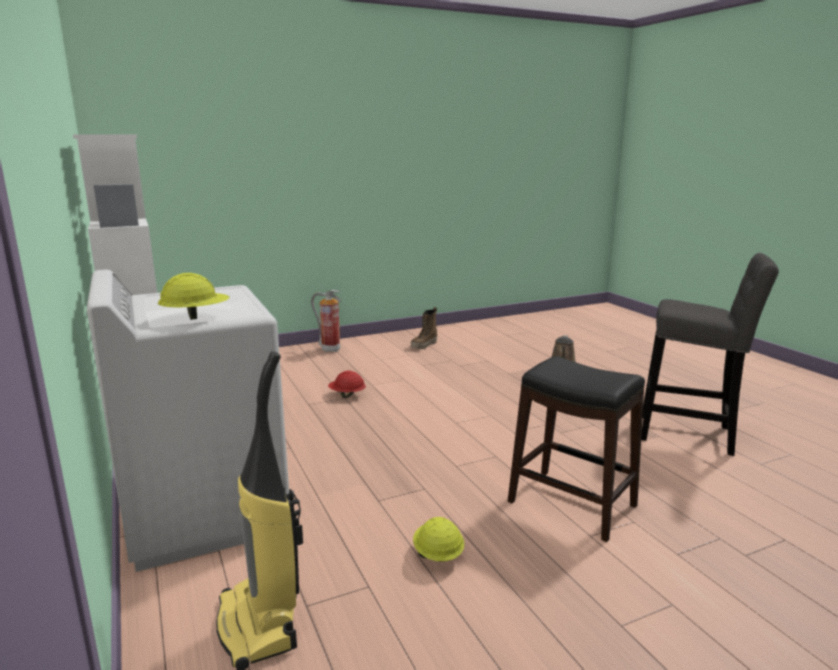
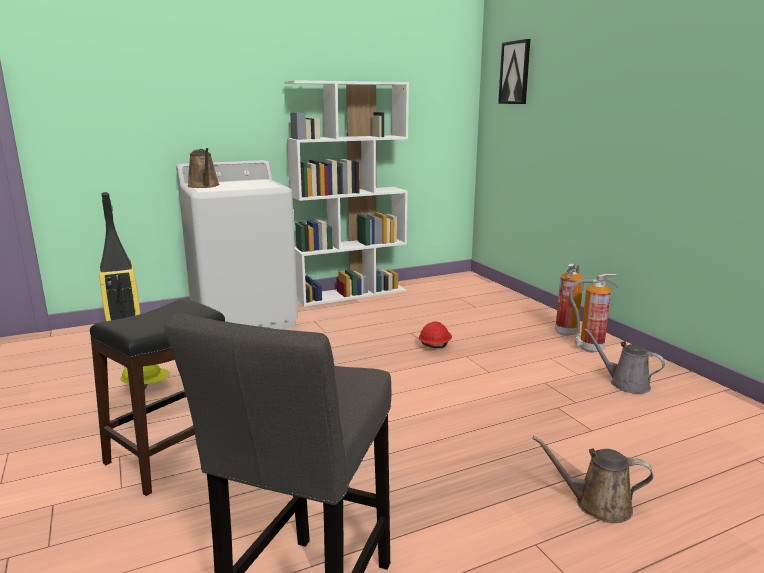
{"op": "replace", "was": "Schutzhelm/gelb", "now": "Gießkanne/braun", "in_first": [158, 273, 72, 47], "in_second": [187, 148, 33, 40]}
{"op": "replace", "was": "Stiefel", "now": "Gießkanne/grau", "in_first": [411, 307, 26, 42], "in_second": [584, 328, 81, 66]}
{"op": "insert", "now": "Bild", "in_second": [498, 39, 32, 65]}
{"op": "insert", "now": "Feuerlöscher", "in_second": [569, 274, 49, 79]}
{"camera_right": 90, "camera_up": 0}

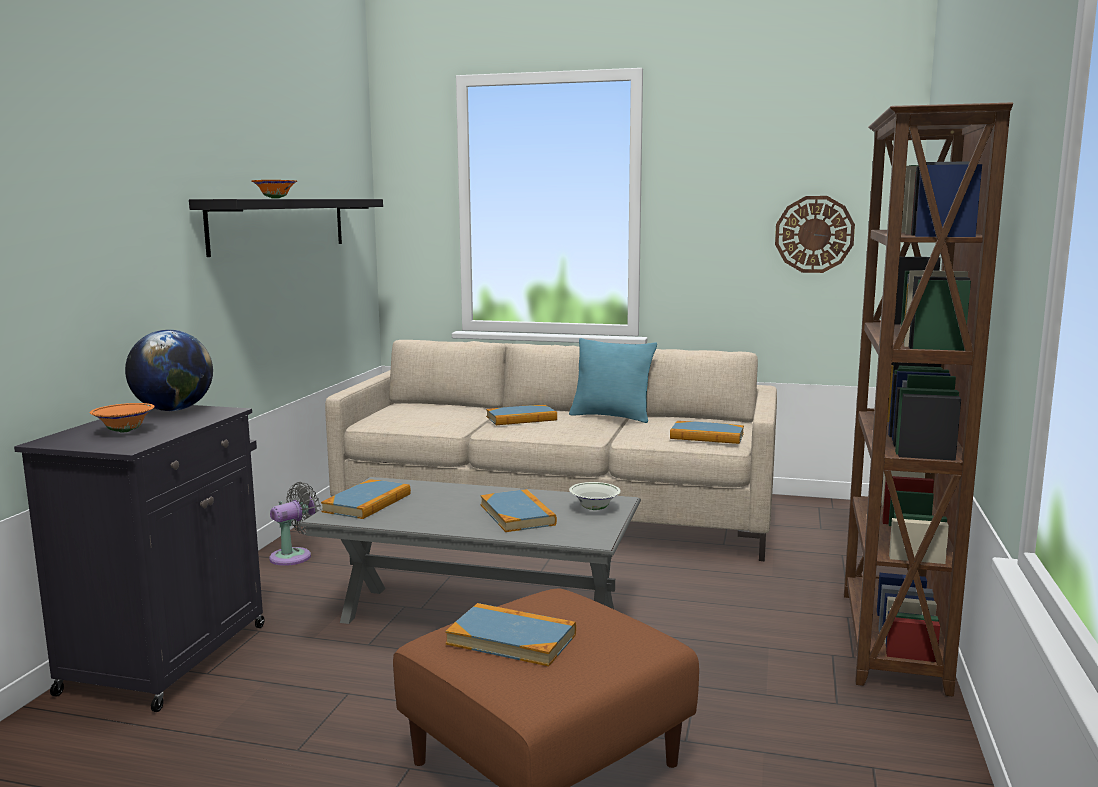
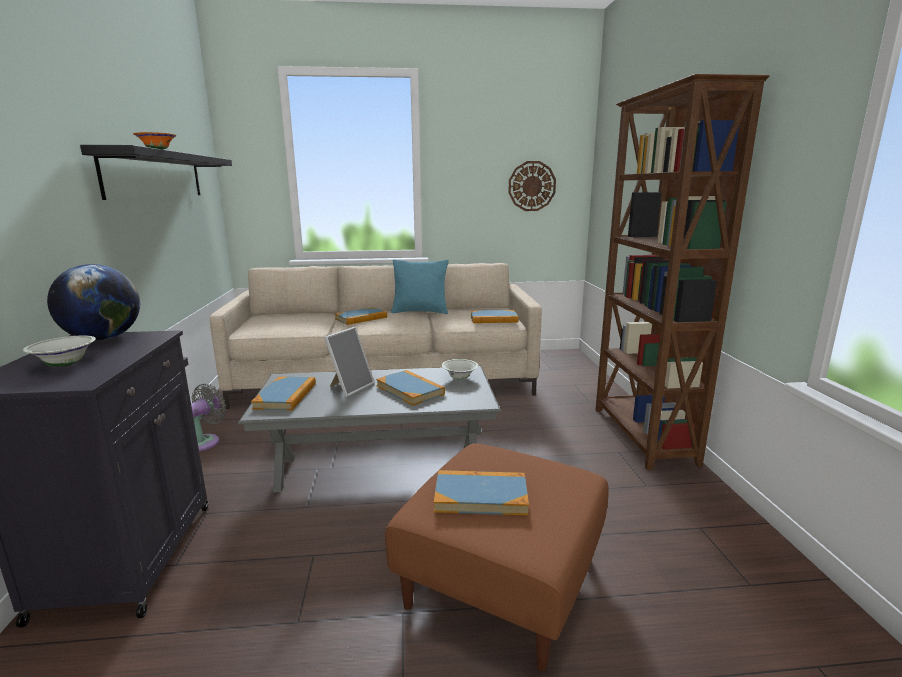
{"op": "recolor", "was": "Schüssel/orange", "now": "Schüssel/weiß", "in_first": [90, 403, 65, 29], "in_second": [23, 335, 73, 32]}
{"op": "insert", "now": "Bilderrahmen", "in_second": [324, 327, 51, 70]}
{"camera_right": -20, "camera_up": 5}

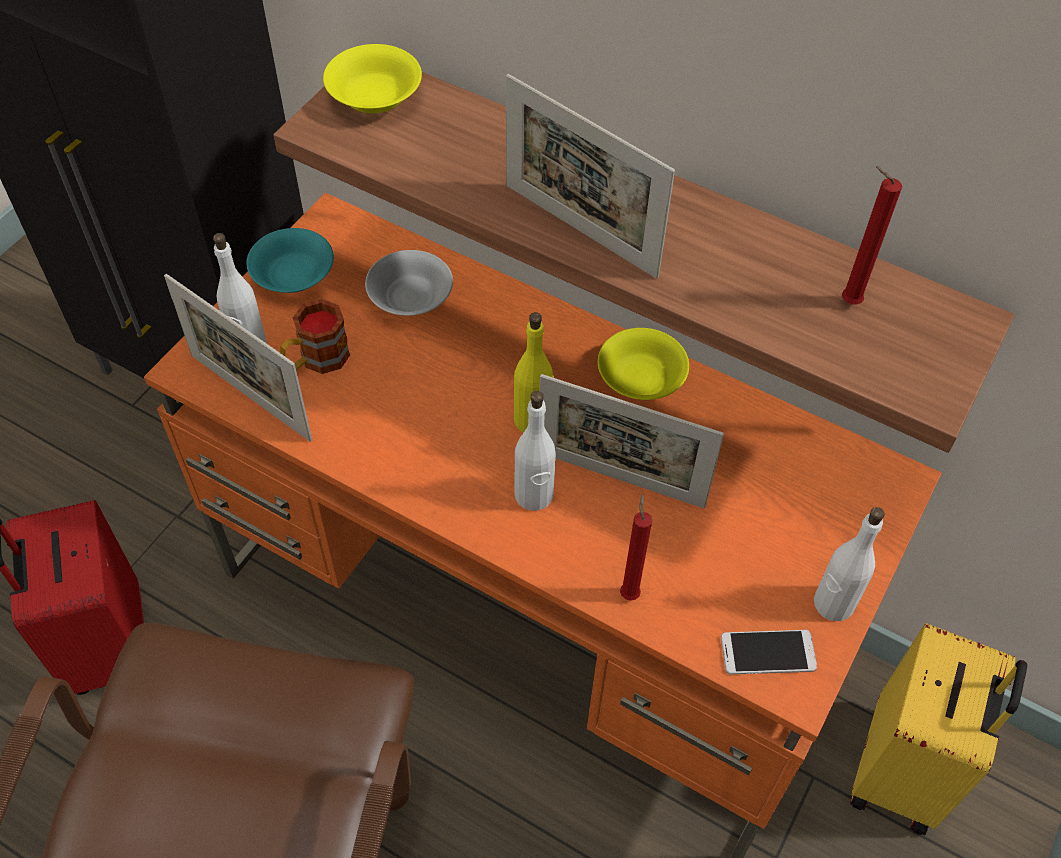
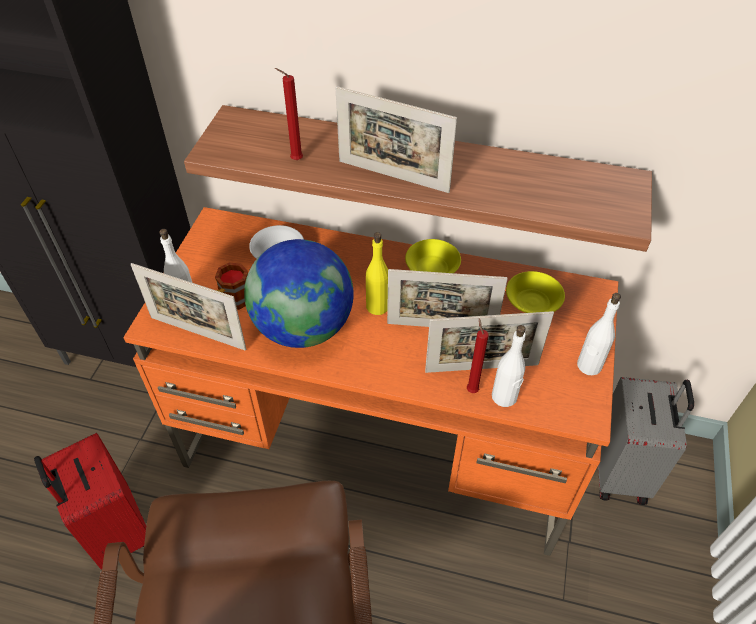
{"op": "delete", "was": "Schüssel/türkis", "in_first": [246, 228, 88, 65]}
{"op": "move", "was": "Schüssel/gelb", "in_first": [323, 44, 99, 69], "in_second": [506, 271, 59, 42]}
{"op": "move", "was": "Flasche/weiß", "in_first": [514, 391, 42, 120], "in_second": [492, 325, 34, 82]}
{"op": "delete", "was": "Handy", "in_first": [721, 630, 96, 45]}
{"op": "move", "was": "Kerze/rot", "in_first": [842, 166, 60, 139], "in_second": [275, 68, 28, 92]}
{"op": "recolor", "was": "Koffer/gelb", "now": "Koffer/grau", "in_first": [850, 623, 177, 212], "in_second": [598, 377, 96, 128]}
{"op": "insert", "now": "Globus", "in_second": [244, 239, 110, 109]}
{"op": "insert", "now": "Bilderrahmen", "in_second": [425, 311, 129, 62]}
{"camera_right": -15, "camera_up": -5}

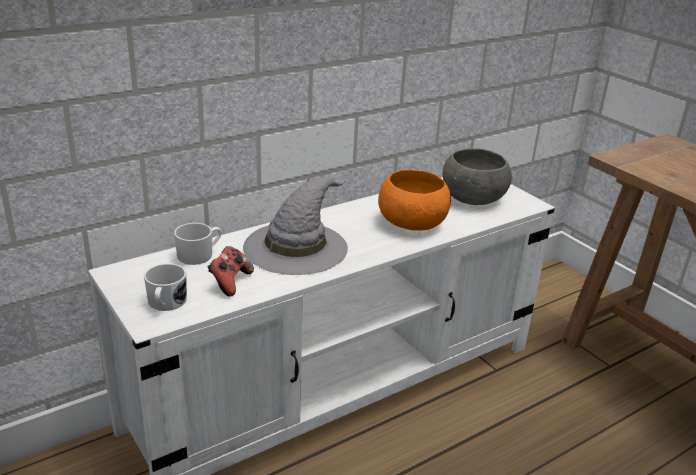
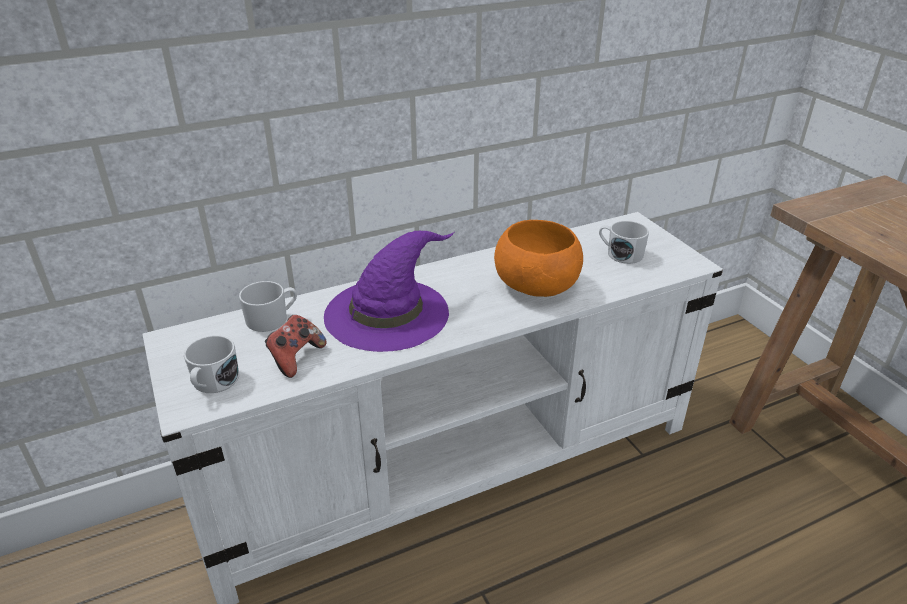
{"op": "recolor", "was": "Hut/grau", "now": "Hut/lila", "in_first": [243, 177, 105, 98], "in_second": [324, 230, 130, 122]}
{"op": "replace", "was": "Schüssel/grau", "now": "Henkelbecher/weiß", "in_first": [443, 148, 69, 57], "in_second": [599, 221, 50, 43]}
{"camera_right": 10, "camera_up": 5}

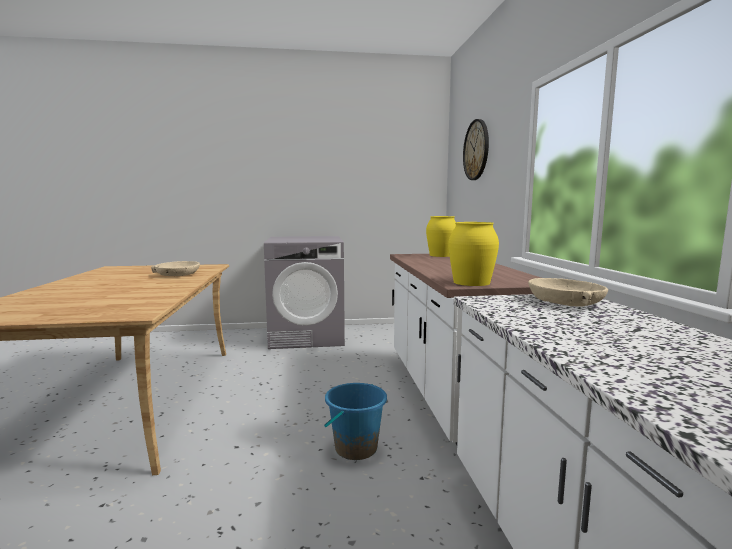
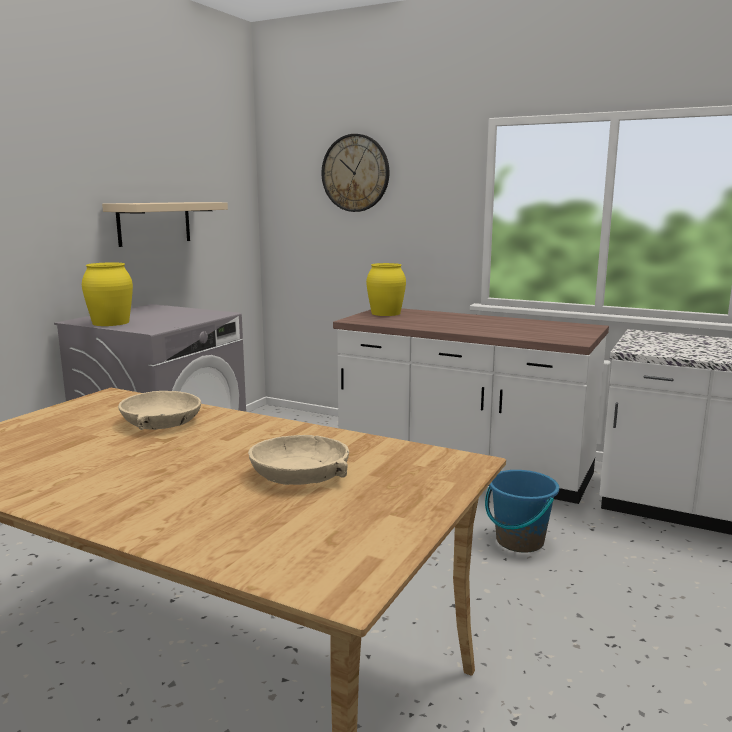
{"op": "move", "was": "Vase/gelb", "in_first": [448, 222, 51, 64], "in_second": [82, 262, 51, 64]}
{"op": "move", "was": "Schüssel/beige", "in_first": [528, 278, 80, 29], "in_second": [248, 435, 101, 50]}
{"op": "insert", "now": "Wandregal/beige", "in_second": [102, 202, 126, 45]}
{"camera_right": -55, "camera_up": 5}

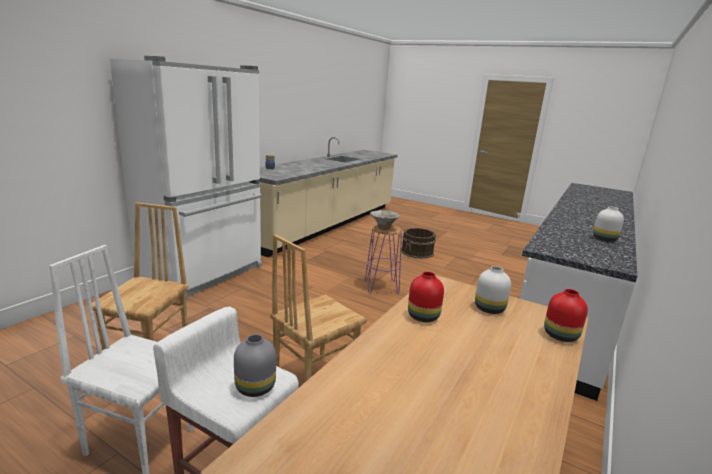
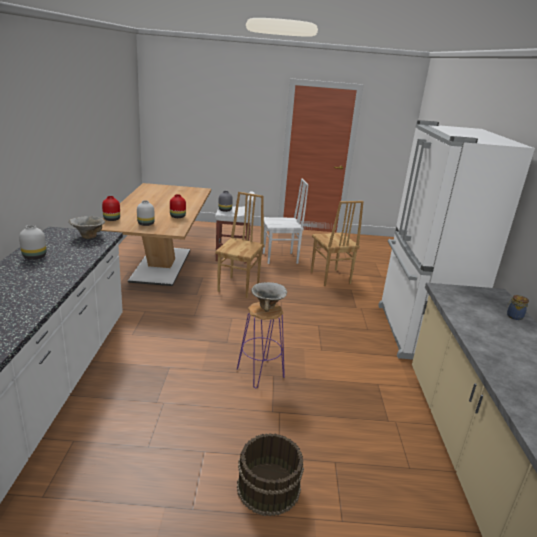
{"op": "insert", "now": "Schüssel", "in_second": [69, 216, 36, 23]}
{"camera_right": 150, "camera_up": 5}

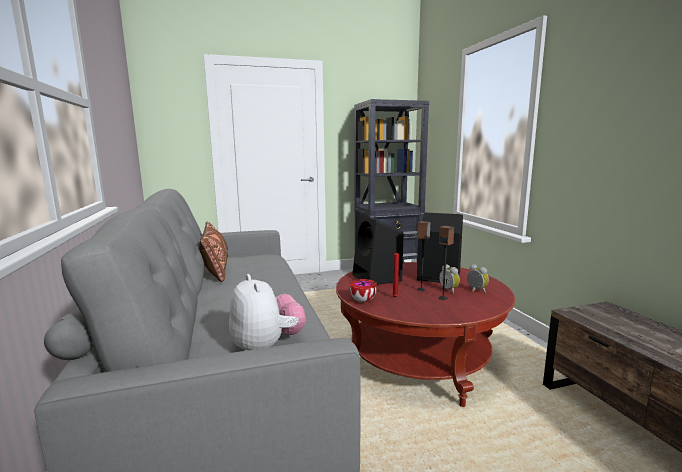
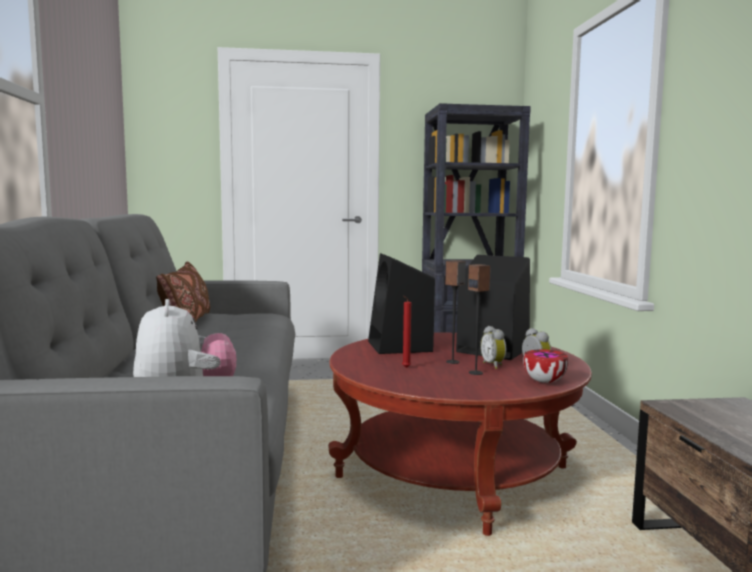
{"op": "move", "was": "Schüssel", "in_first": [349, 279, 28, 23], "in_second": [523, 349, 45, 34]}
{"camera_right": 10, "camera_up": -5}

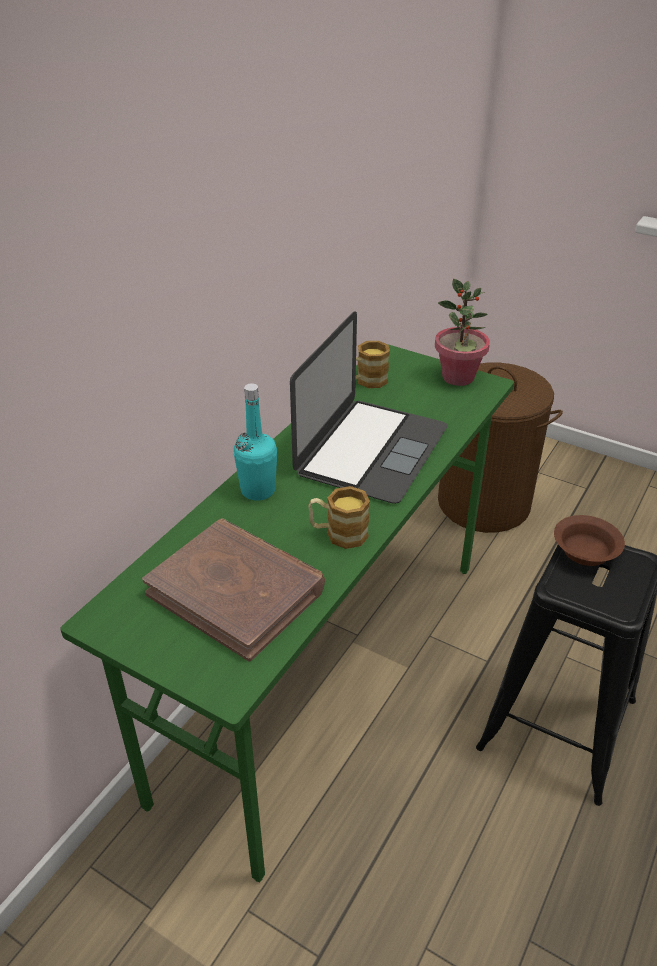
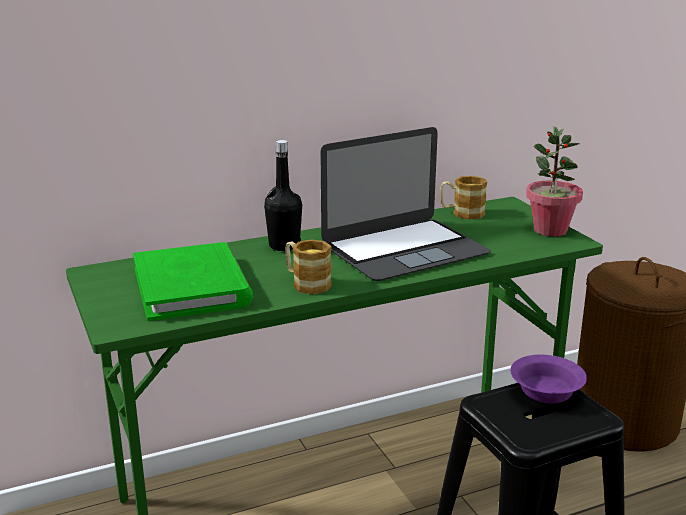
{"op": "recolor", "was": "Buch/braun", "now": "Buch/grün", "in_first": [142, 519, 183, 143], "in_second": [133, 242, 120, 79]}
{"op": "recolor", "was": "Flasche/türkis", "now": "Flasche/schwarz", "in_first": [234, 384, 43, 117], "in_second": [264, 140, 38, 111]}
{"op": "recolor", "was": "Schüssel/braun", "now": "Schüssel/lila", "in_first": [554, 515, 71, 51], "in_second": [510, 355, 77, 48]}
{"camera_right": 35, "camera_up": -15}

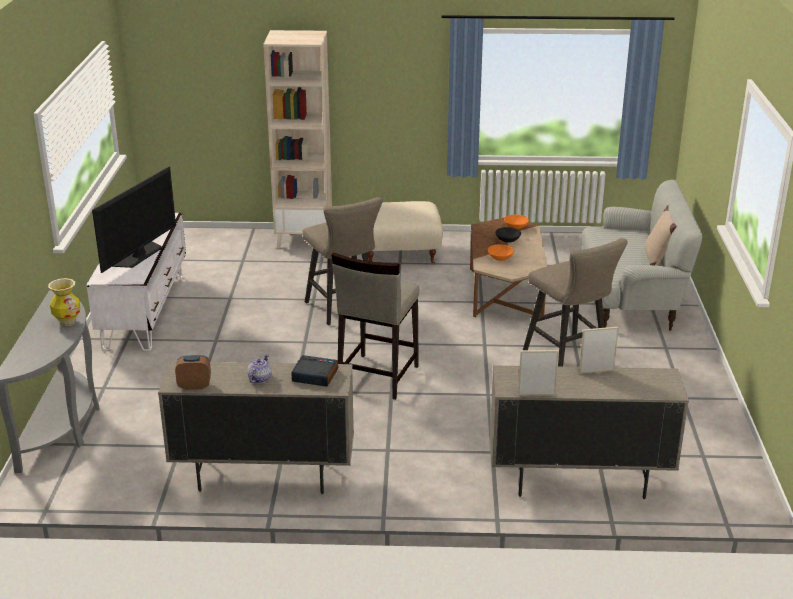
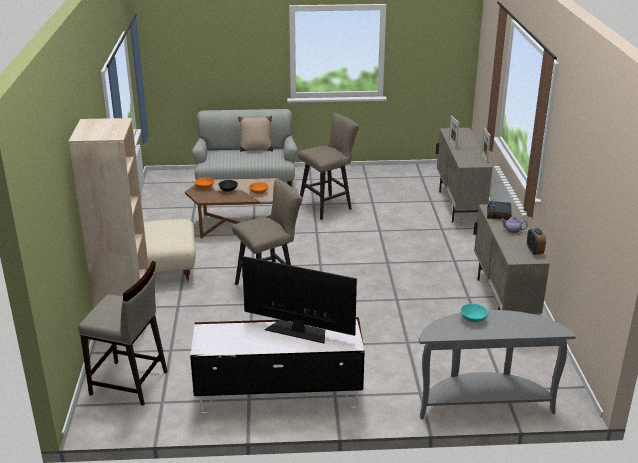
{"op": "replace", "was": "Vase", "now": "Schüssel/türkis", "in_first": [48, 278, 32, 48], "in_second": [460, 304, 28, 19]}
{"op": "move", "was": "Hocker/beige", "in_first": [331, 253, 88, 147], "in_second": [78, 261, 90, 145]}
{"camera_right": -95, "camera_up": 0}

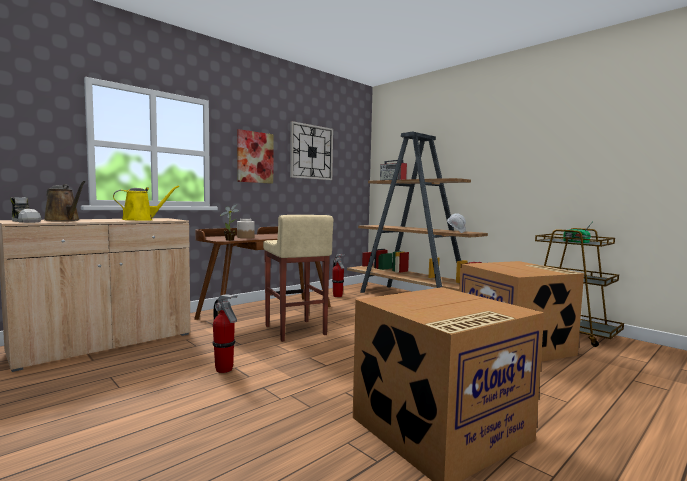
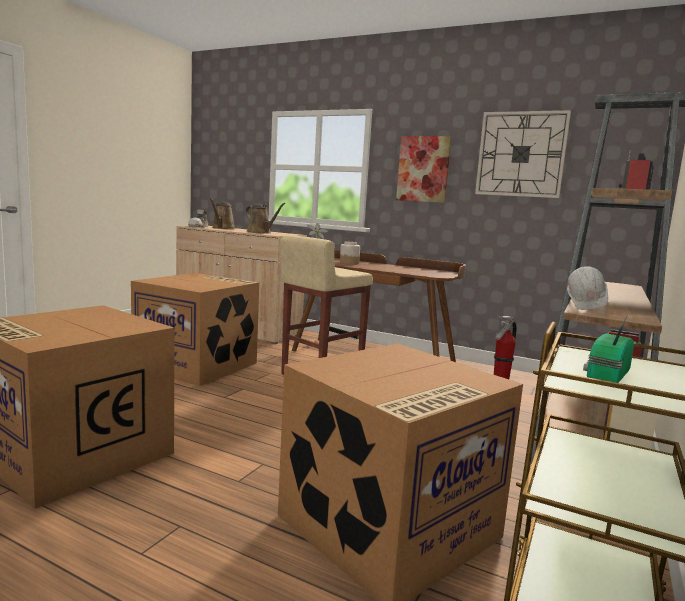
{"op": "recolor", "was": "Gießkanne/gelb", "now": "Gießkanne/braun", "in_first": [113, 185, 66, 36], "in_second": [245, 203, 41, 31]}
{"op": "replace", "was": "Feuerlöscher", "now": "Karton", "in_first": [212, 294, 26, 79], "in_second": [131, 273, 128, 113]}
{"camera_right": 70, "camera_up": 5}

